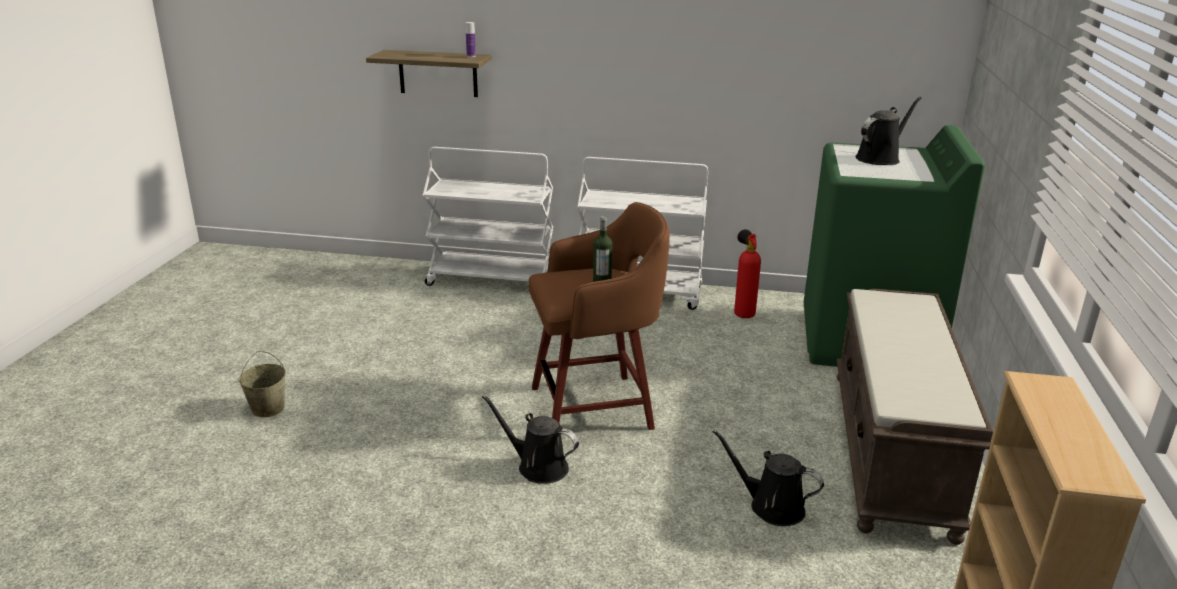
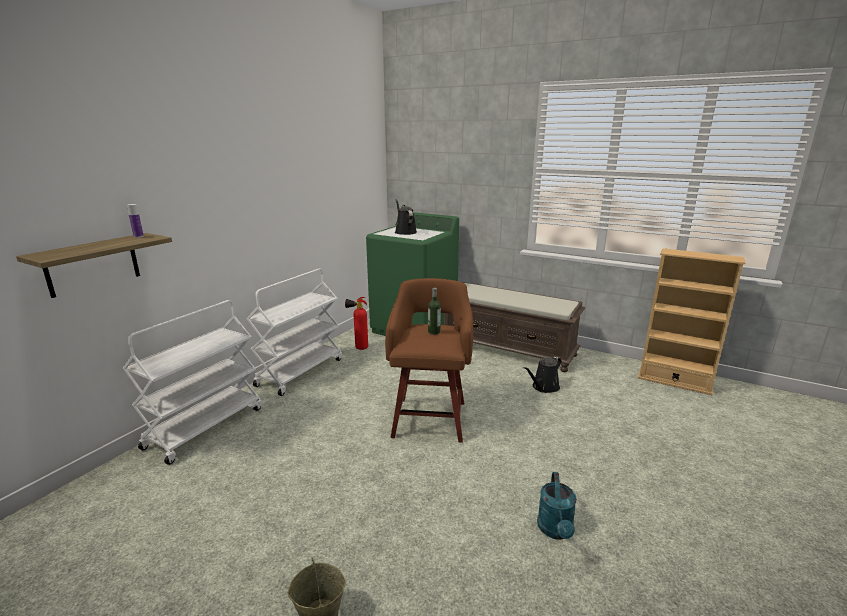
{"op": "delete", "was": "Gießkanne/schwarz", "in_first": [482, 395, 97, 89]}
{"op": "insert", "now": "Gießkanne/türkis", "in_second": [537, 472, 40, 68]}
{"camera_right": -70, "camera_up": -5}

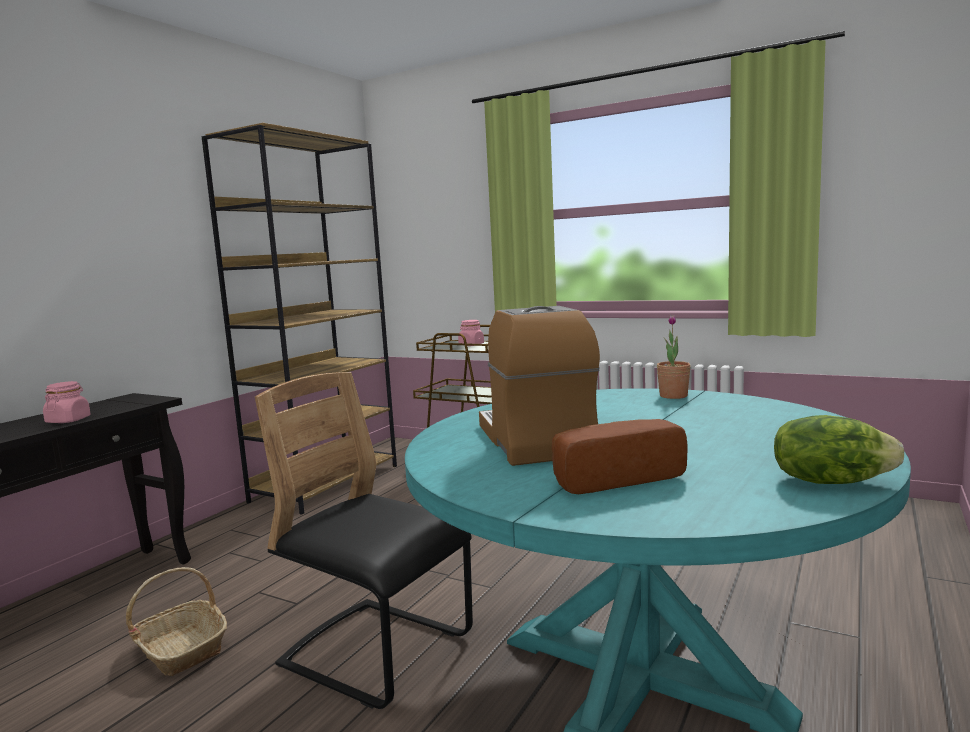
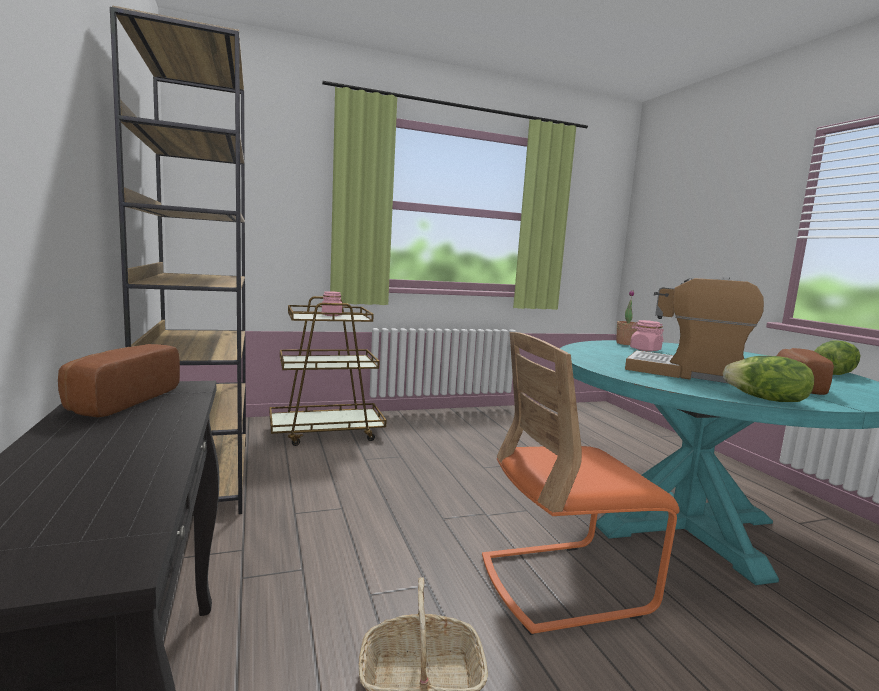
{"op": "move", "was": "Vorratsglas/rosa", "in_first": [43, 381, 48, 42], "in_second": [630, 320, 34, 31]}
{"op": "recolor", "was": "Stuhl/schwarz", "now": "Stuhl/orange", "in_first": [255, 372, 218, 337], "in_second": [482, 332, 198, 303]}
{"op": "insert", "now": "Brot", "in_second": [58, 344, 122, 73]}
{"op": "insert", "now": "Salatkopf", "in_second": [723, 356, 91, 46]}
{"camera_right": -50, "camera_up": 0}

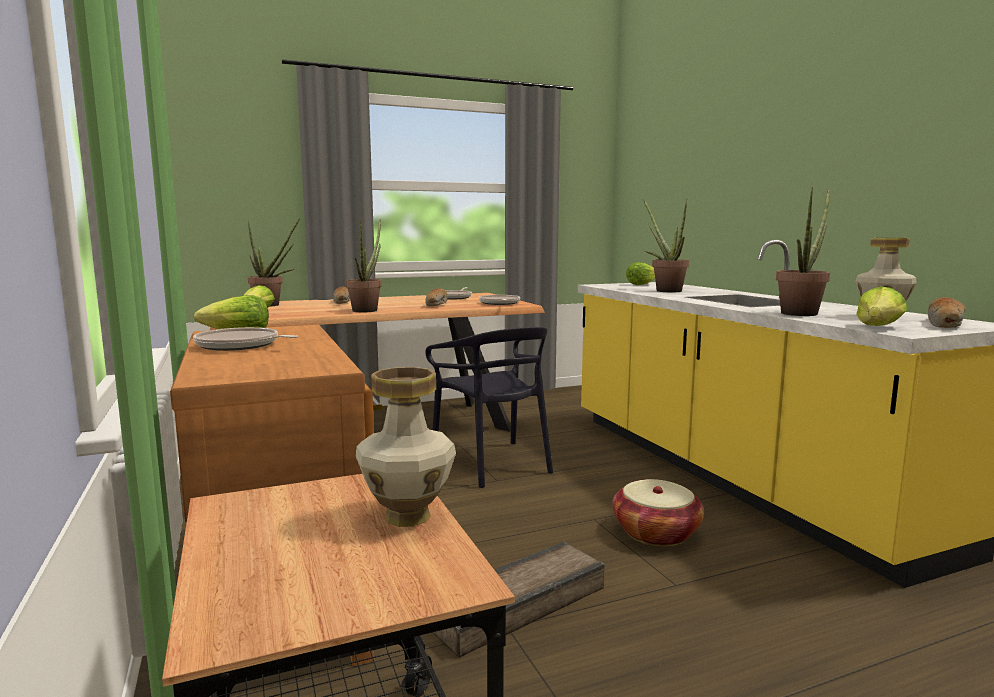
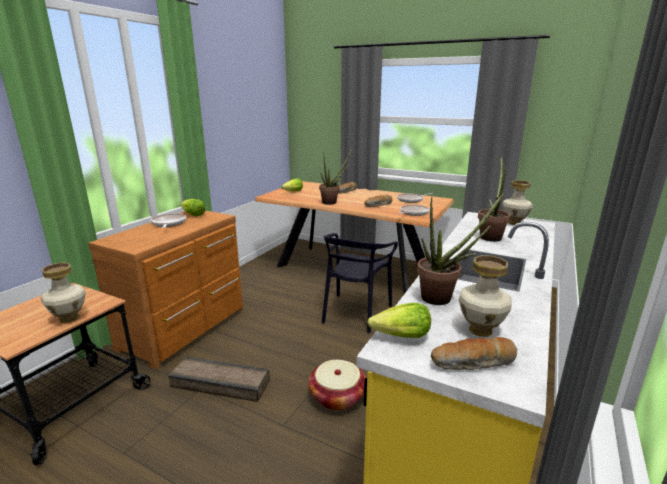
{"op": "delete", "was": "Topfpflanze", "in_first": [248, 219, 52, 87]}
{"op": "replace", "was": "Salatkopf", "now": "Vase", "in_first": [626, 262, 29, 23], "in_second": [502, 180, 31, 45]}
{"camera_right": 50, "camera_up": 10}

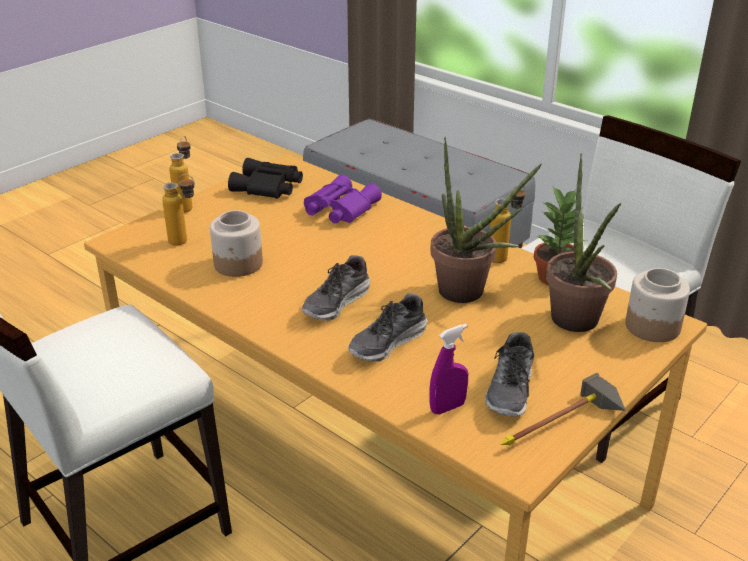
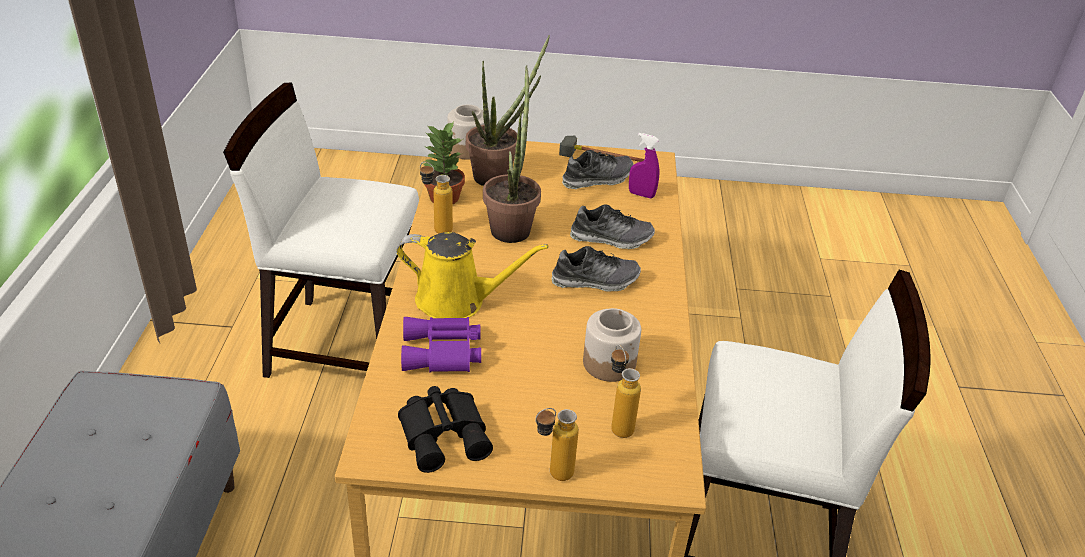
{"op": "insert", "now": "Gießkanne/gelb", "in_second": [396, 232, 153, 86]}
{"camera_right": -130, "camera_up": 5}

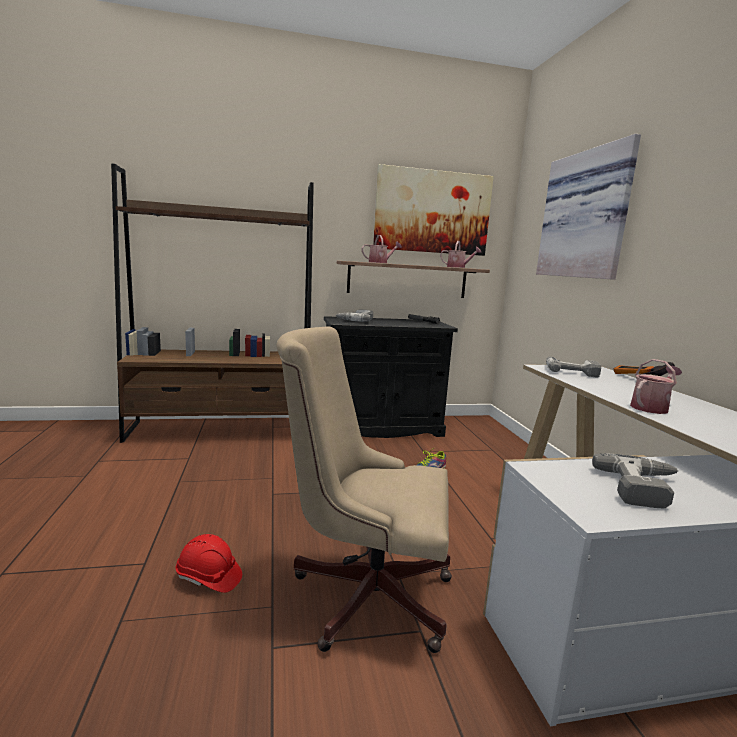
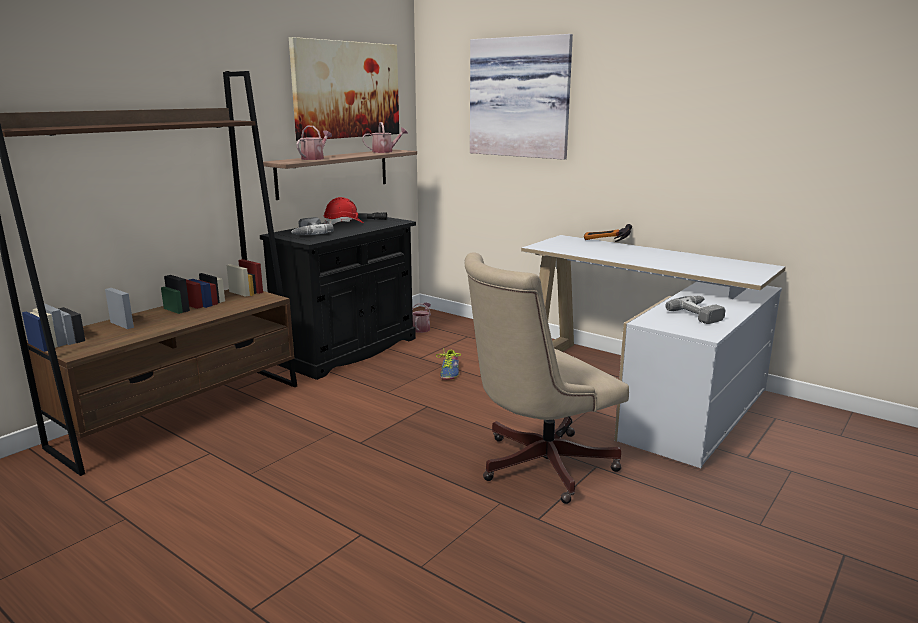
{"op": "move", "was": "Schutzhelm/rot", "in_first": [176, 534, 66, 59], "in_second": [324, 197, 39, 28]}
{"op": "delete", "was": "Bohrmaschine", "in_first": [546, 357, 55, 21]}
{"op": "move", "was": "Gießkanne", "in_first": [630, 359, 52, 55], "in_second": [412, 303, 19, 30]}
{"camera_right": -40, "camera_up": 5}

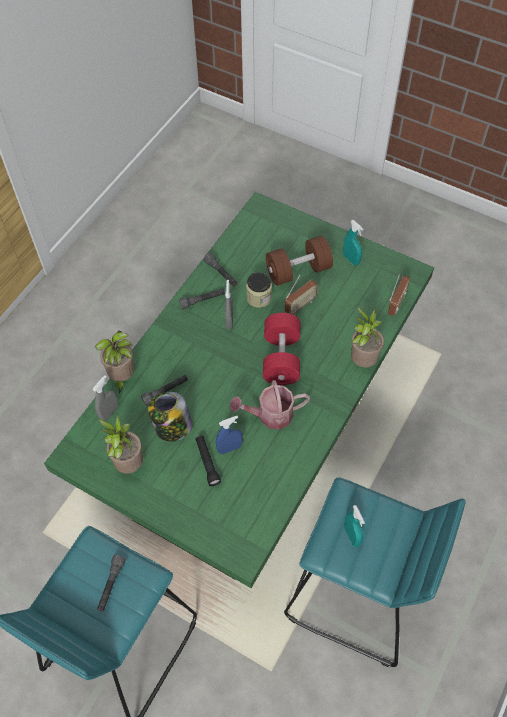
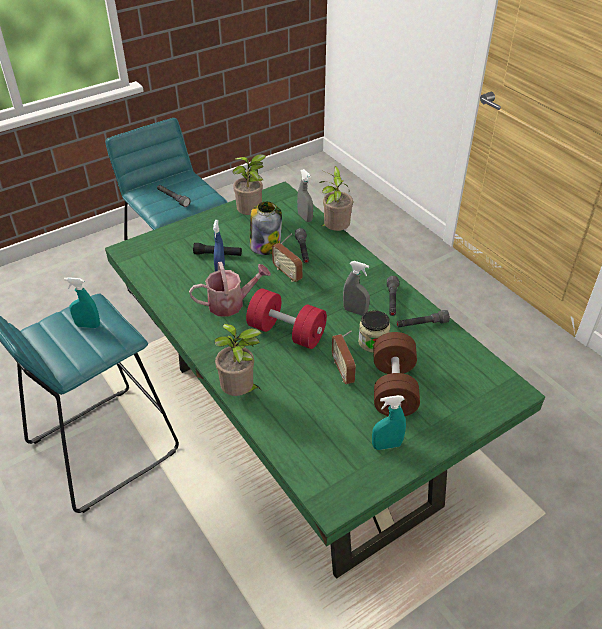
{"op": "rotate", "was": "Gießkanne", "in_first": [230, 380, 80, 50], "in_second": [189, 262, 82, 55], "clockwise": 60}
{"op": "move", "was": "Radio", "in_first": [388, 274, 22, 42], "in_second": [272, 233, 31, 49]}
{"camera_right": 115, "camera_up": -15}

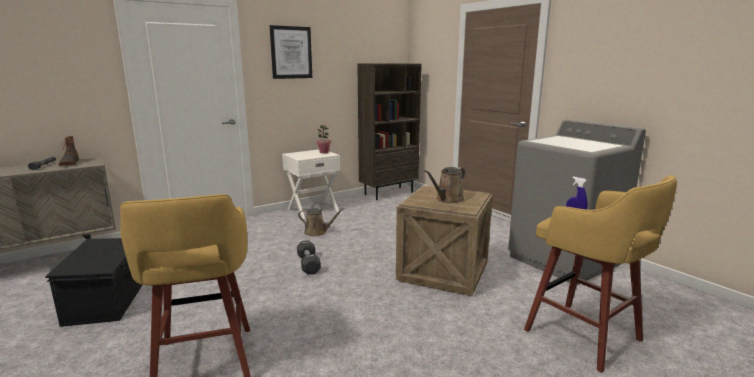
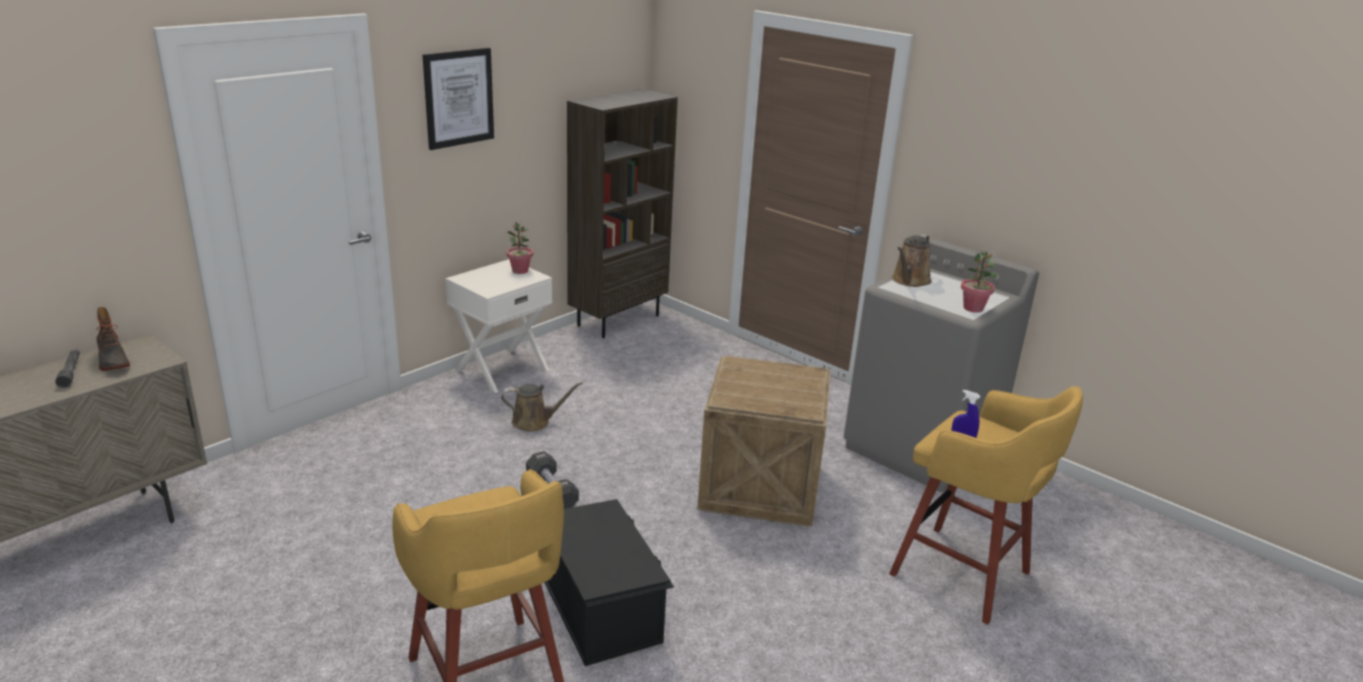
{"op": "move", "was": "Aufbewahrungsbox/schwarz", "in_first": [45, 238, 97, 89], "in_second": [545, 499, 129, 167]}
{"op": "move", "was": "Gießkanne/braun", "in_first": [424, 167, 41, 36], "in_second": [891, 234, 41, 53]}
{"op": "insert", "now": "Topfpflanze", "in_second": [961, 251, 37, 62]}
{"camera_right": -15, "camera_up": 10}

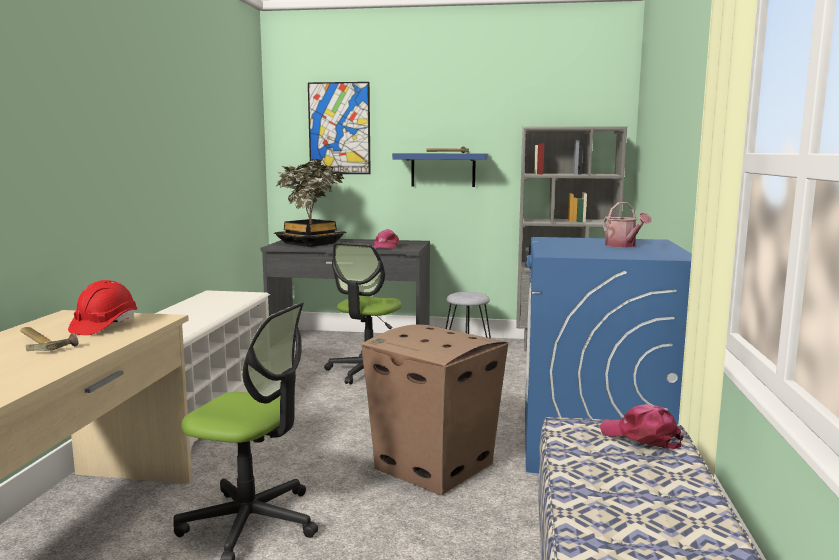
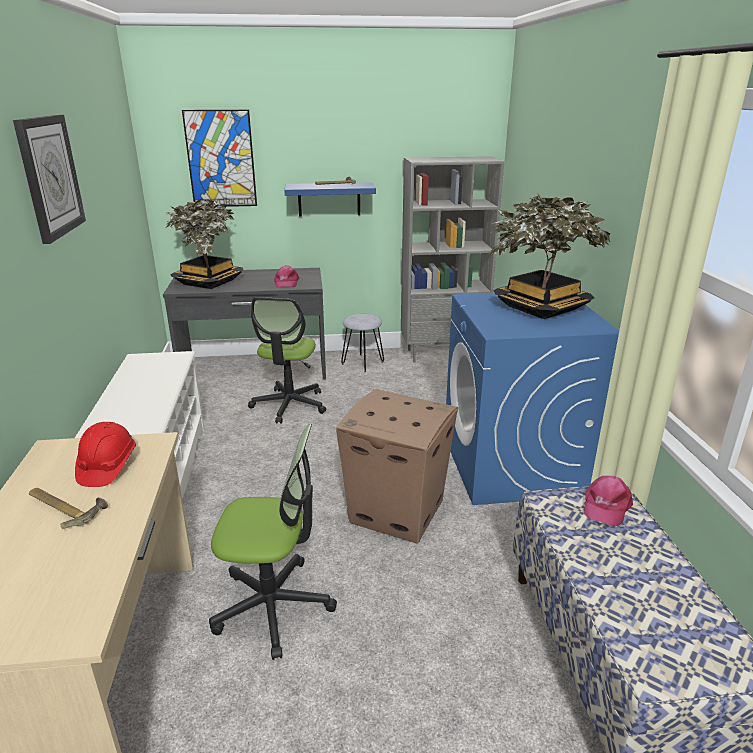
{"op": "rotate", "was": "Kappe/rosa", "in_first": [600, 404, 84, 45], "in_second": [584, 476, 49, 50], "clockwise": -90}
{"op": "replace", "was": "Gießkanne", "now": "Topfpflanze", "in_first": [603, 202, 48, 46], "in_second": [491, 194, 119, 125]}
{"op": "insert", "now": "Wanduhr", "in_second": [13, 115, 73, 129]}
{"camera_right": -15, "camera_up": 15}

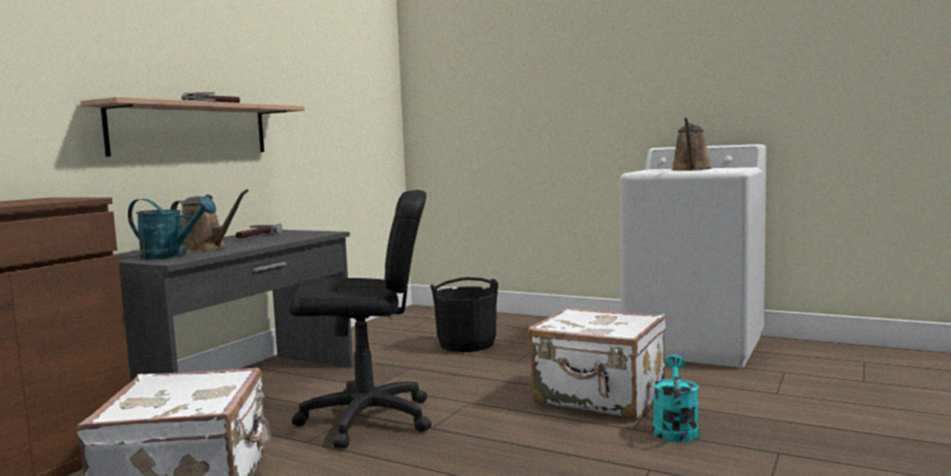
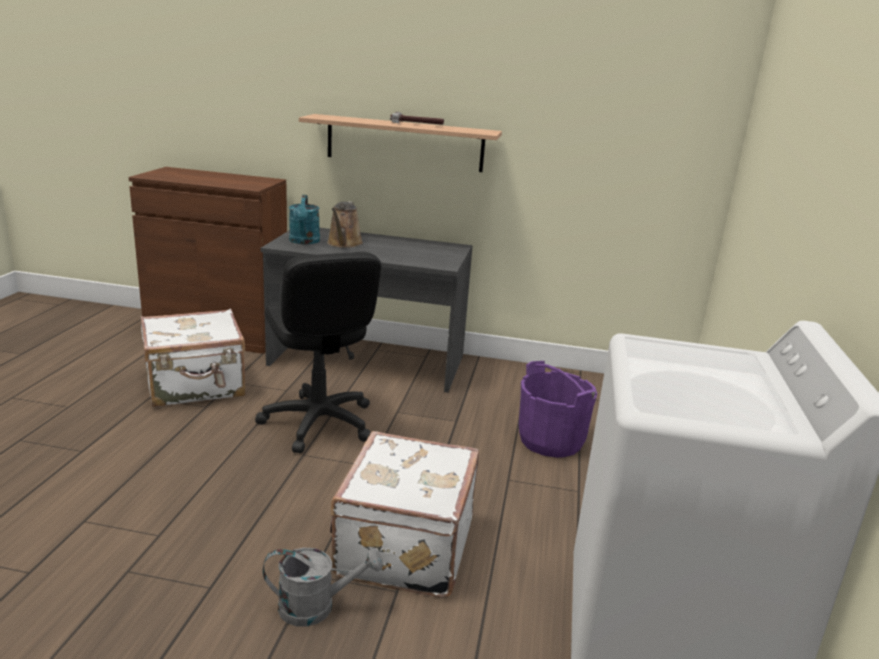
{"op": "delete", "was": "Hammer", "in_first": [236, 223, 46, 15]}
{"op": "recolor", "was": "Eimer/schwarz", "now": "Eimer/lila", "in_first": [430, 277, 68, 75], "in_second": [519, 361, 78, 97]}
{"op": "recolor", "was": "Gießkanne/türkis", "now": "Gießkanne/grau", "in_first": [652, 354, 47, 88], "in_second": [262, 548, 121, 79]}
{"op": "delete", "was": "Gießkanne/braun", "in_first": [672, 118, 40, 53]}
{"camera_right": 70, "camera_up": 15}

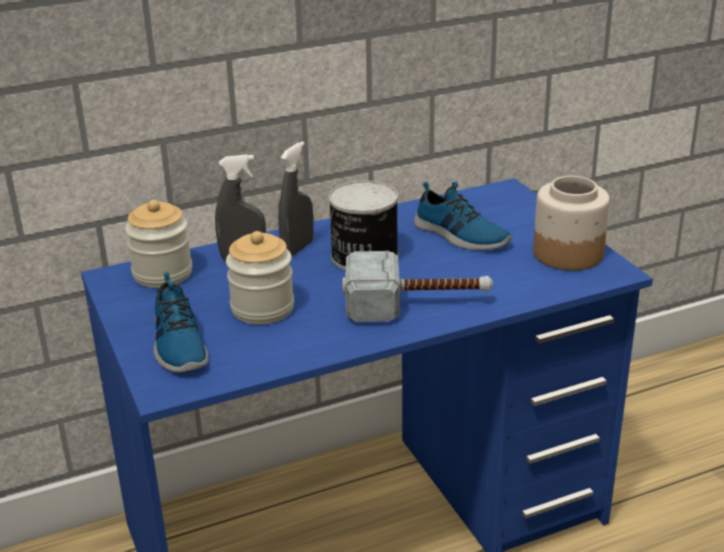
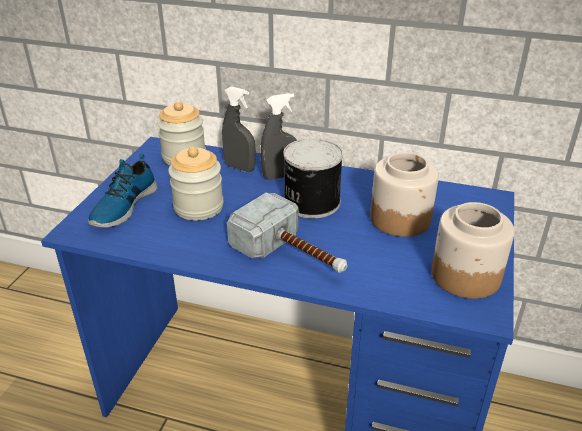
{"op": "replace", "was": "Schuh", "now": "Vorratsglas", "in_first": [414, 181, 98, 69], "in_second": [370, 152, 69, 85]}
{"camera_right": 40, "camera_up": 5}

